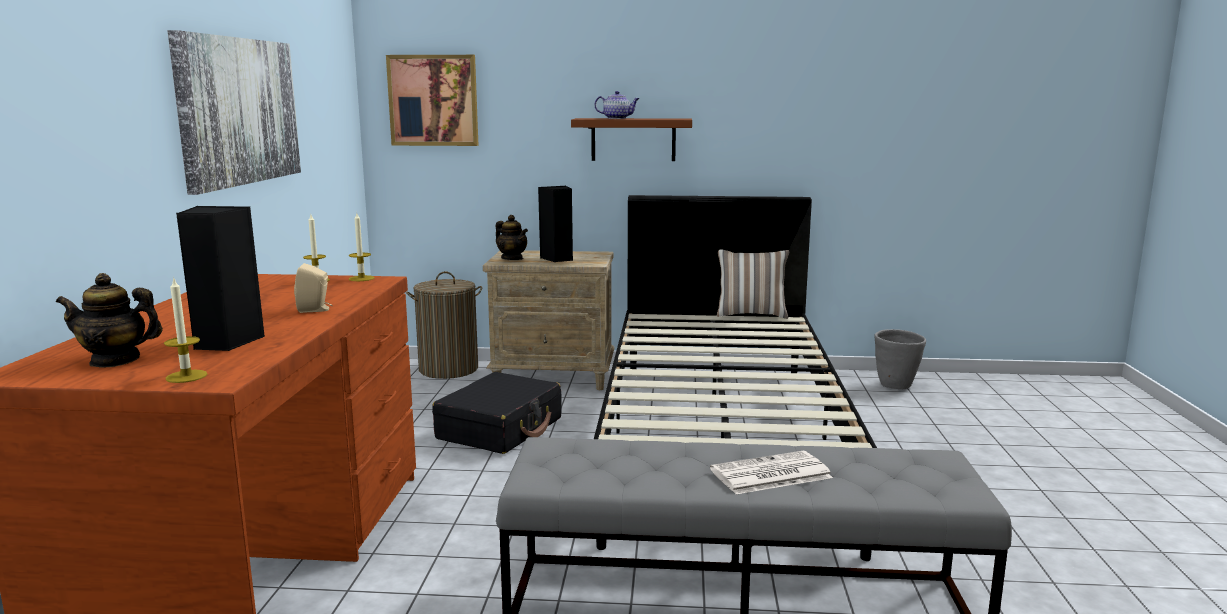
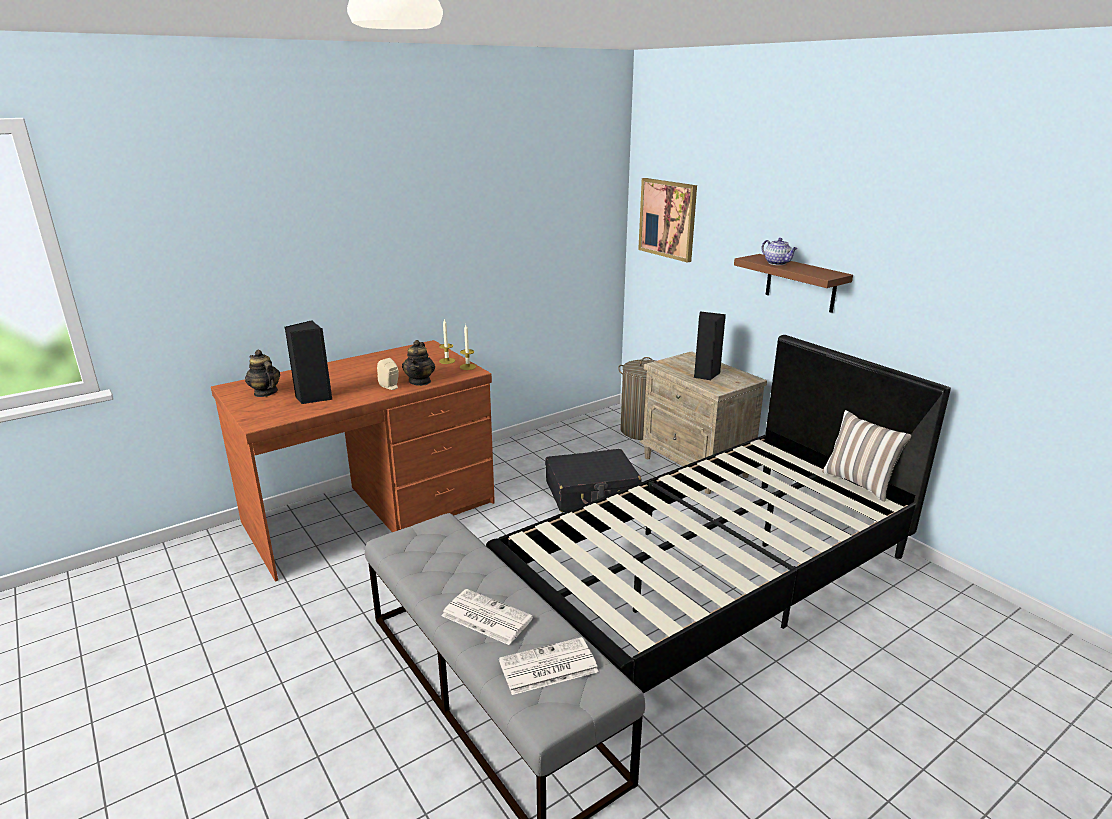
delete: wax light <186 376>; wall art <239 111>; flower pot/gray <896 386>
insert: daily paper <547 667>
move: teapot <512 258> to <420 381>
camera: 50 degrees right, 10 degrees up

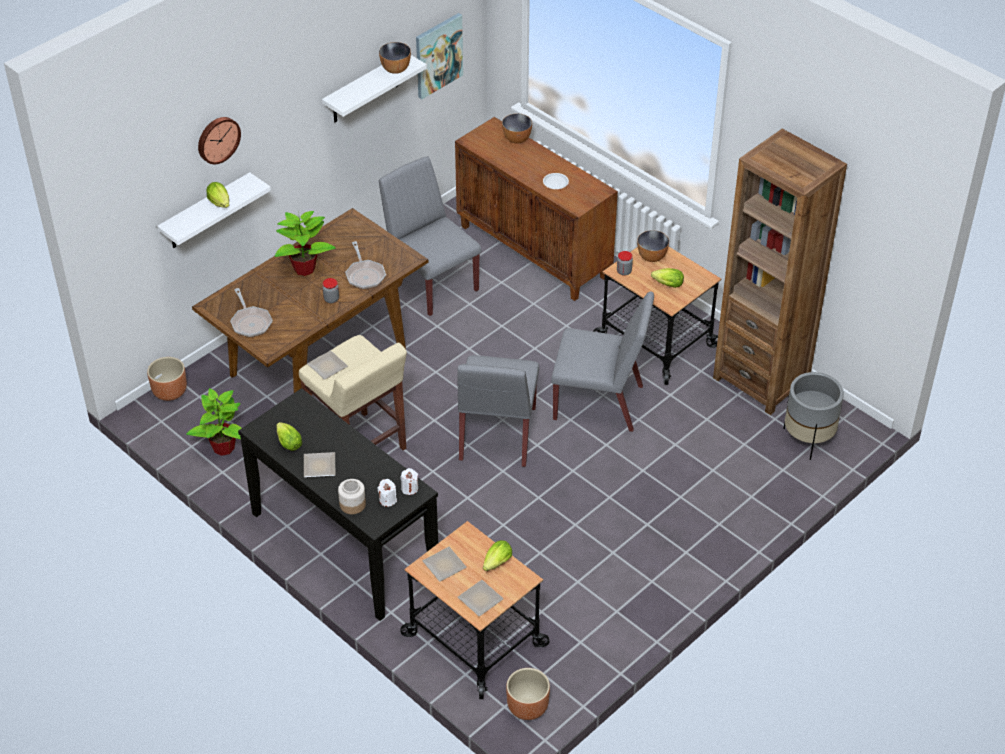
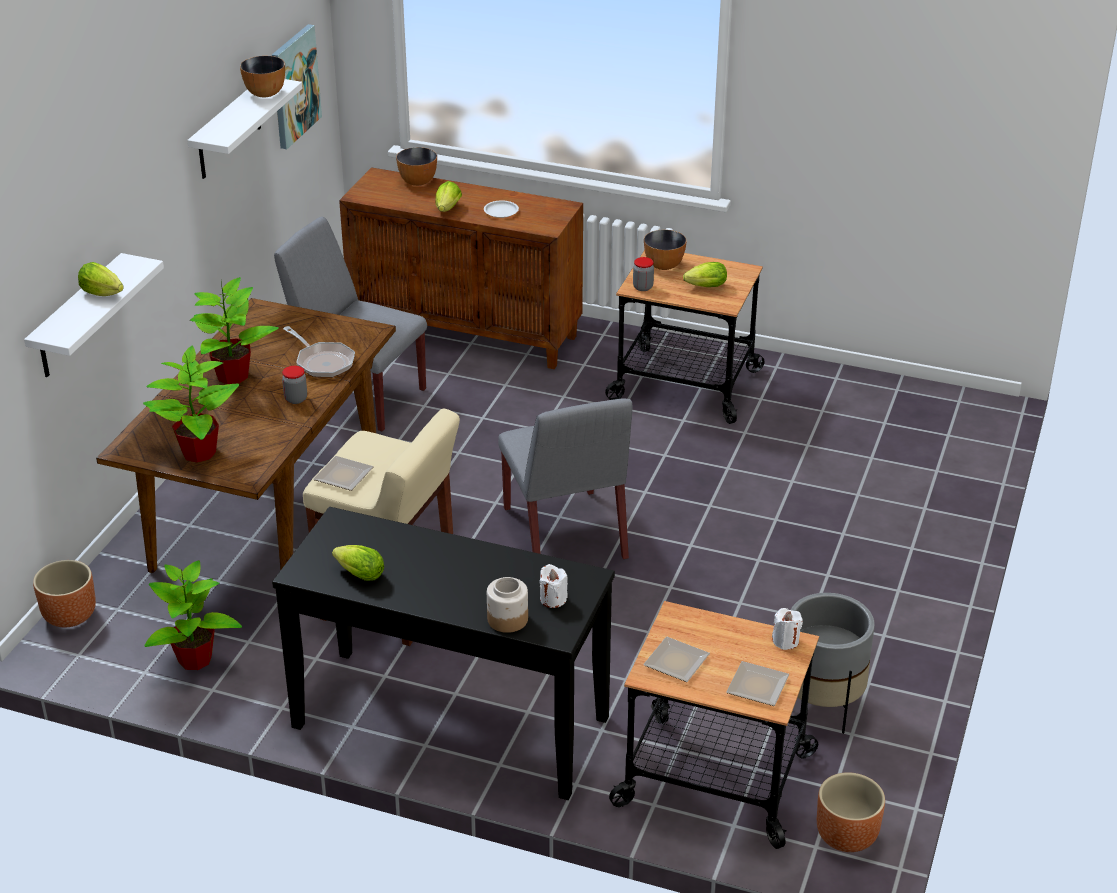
delete: clock on the wall <217 139>; dinner plate <318 465>; plain chair/gray <599 403>; bookcase/brownish <761 380>
move: wax light/white <409 488> to <785 641>; lettuce head <496 564> to <447 210>; flower pot/gray <808 439> to <821 704>
replace: frying pan <250 322> to plant in a pot <198 453>
camera: 25 degrees left, 10 degrees down

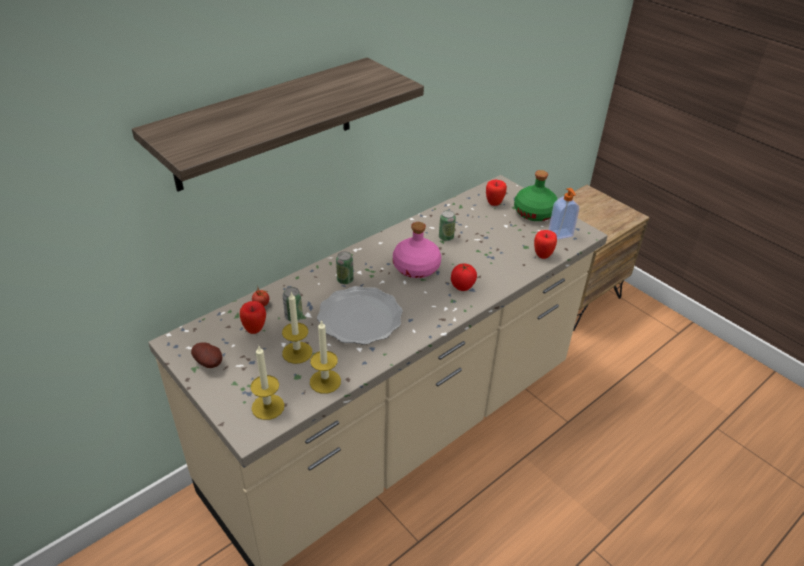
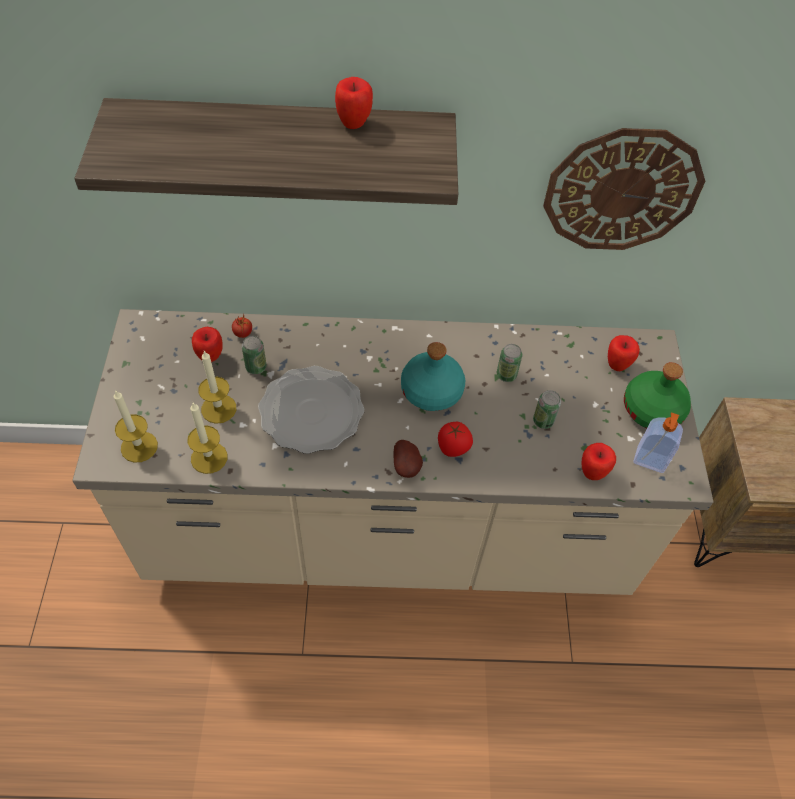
insert: whole apple <354 123>; clock on the wall <622 191>
move: whole potato <210 363> to <407 466>; can <345 280> to <543 421>
recolor: drink bottle/pink <416 268> to drink bottle/blue-green <431 391>
camera: 40 degrees right, 15 degrees up

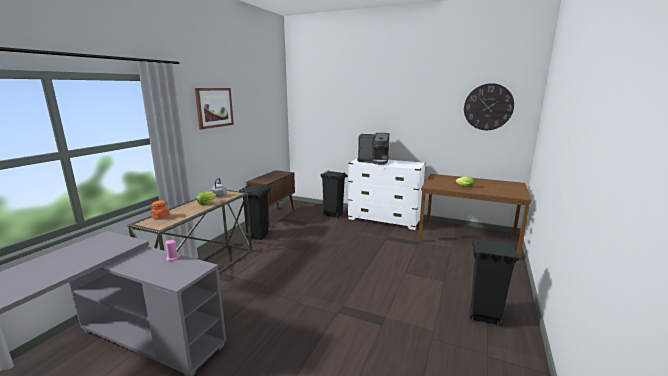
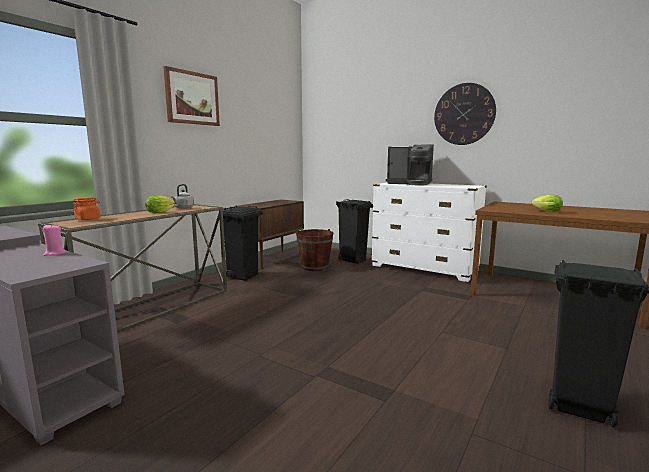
insert: pail/brownish <315 267>
move: clock on the wall <488 107> to <464 114>
camera: 10 degrees right, 5 degrees down

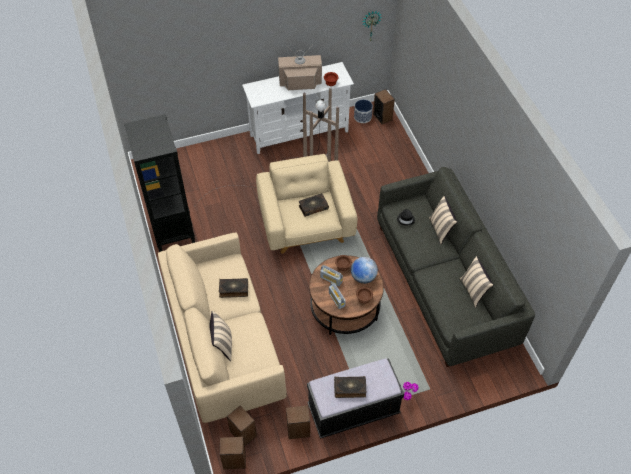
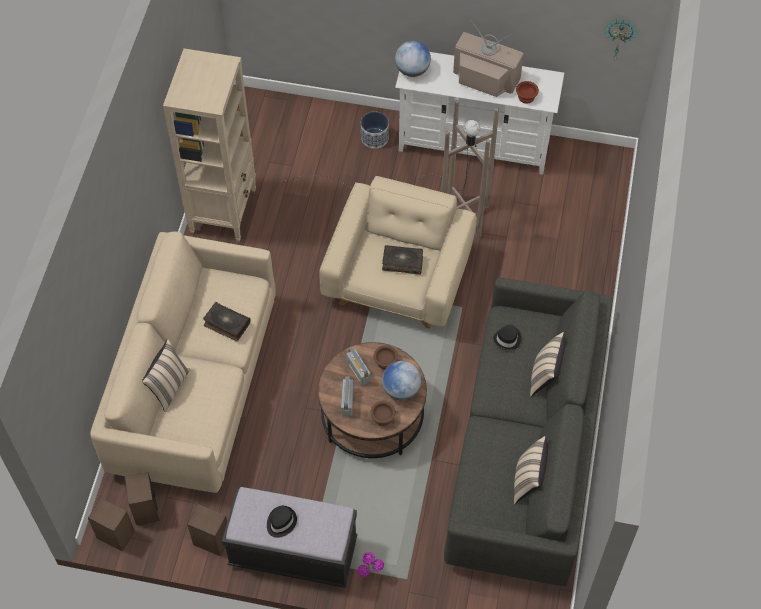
delete: speaker <382 117>
insert: globe <412 70>
move: flower pot <362 117> to <374 138>
replace: book <350 389> to hat/blackish <281 522>
recolor: bookcase/blackish <173 232> to bookcase/beige <223 210>
camera: 30 degrees right, 5 degrees up

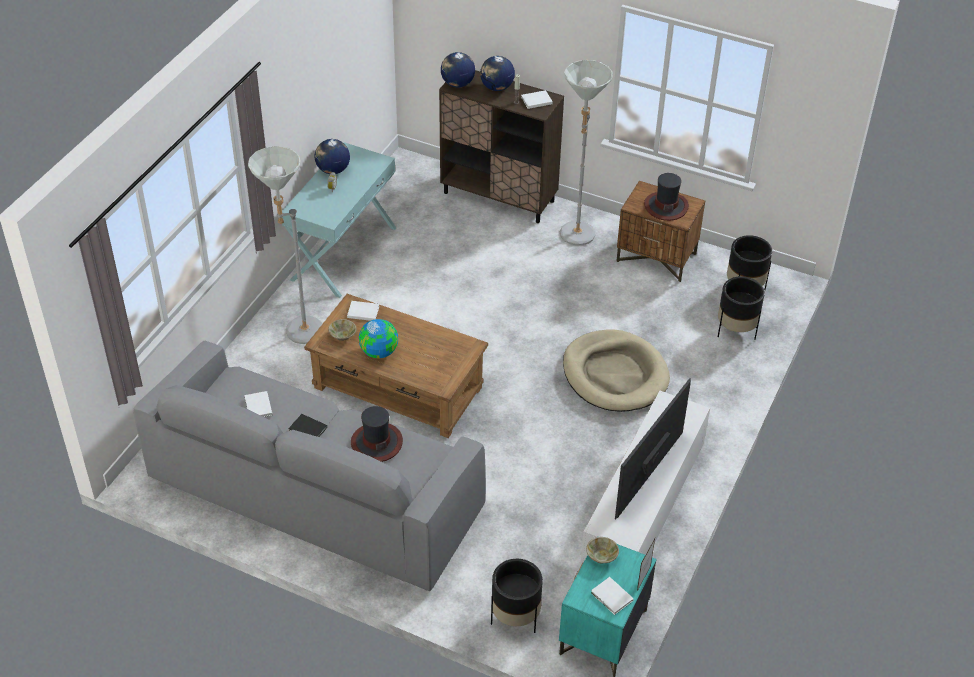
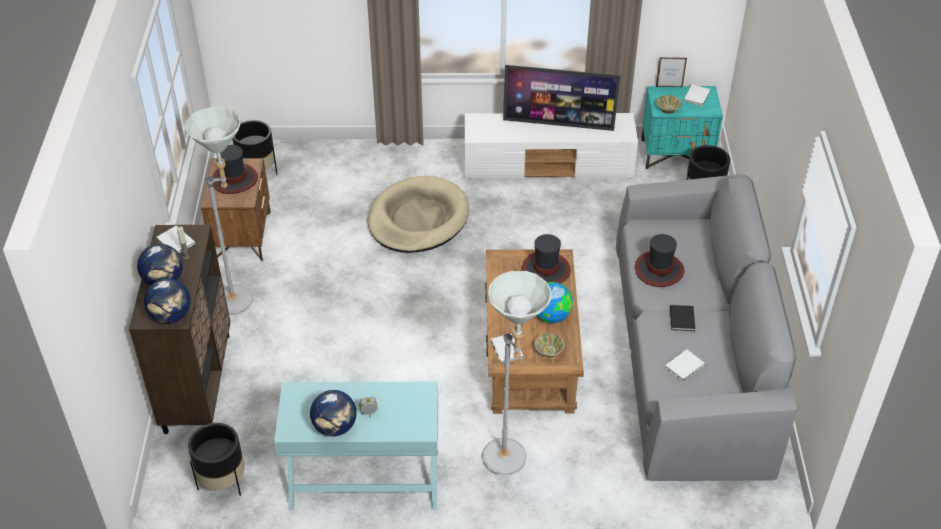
insert: hat <545 270>
move: flower pot/blackish <736 330> to <222 482>
camera: 115 degrees left, 0 degrees up

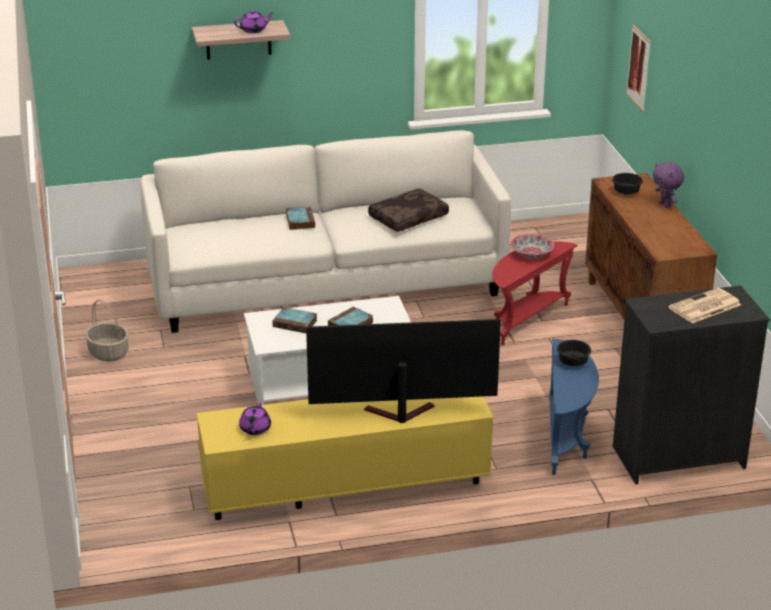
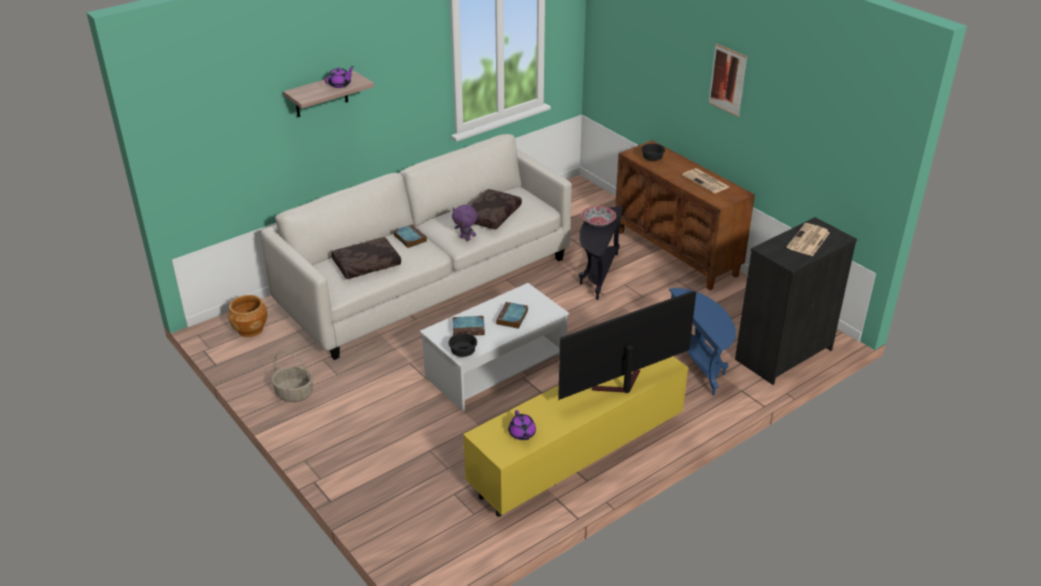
insert: flower pot/brownish <250 329>; throw pillow/brownish <366 265>; daily paper <706 181>
move: deep dish/blackish <571 362> to <462 353>; wall art <639 68> to <727 80>; plush toy/purple-coloured <665 205> to <465 238>
recolor: end table/red <525 320> to end table/blackish <597 274>
camera: 25 degrees left, 5 degrees up

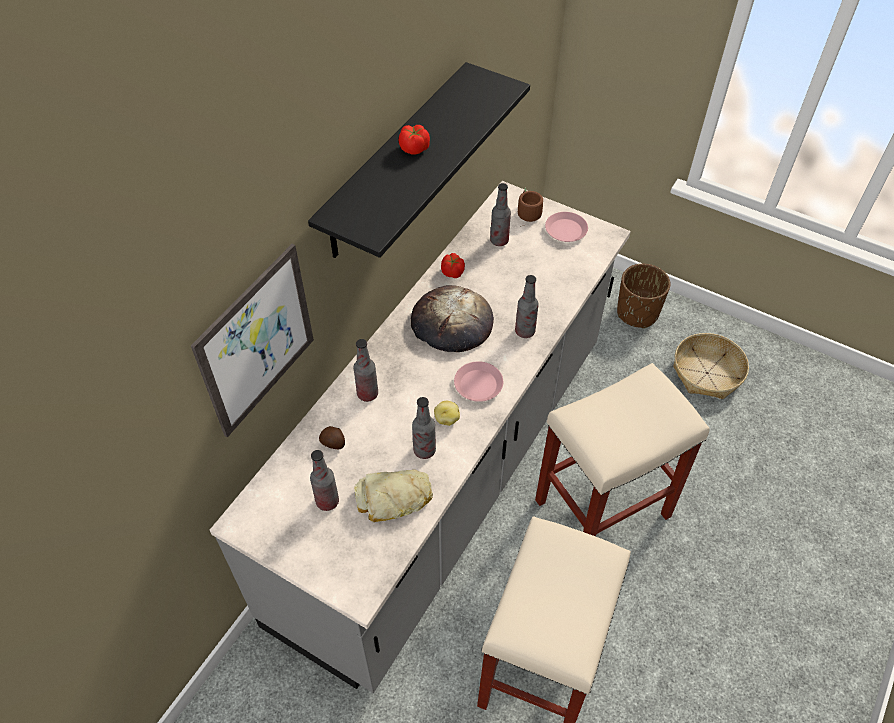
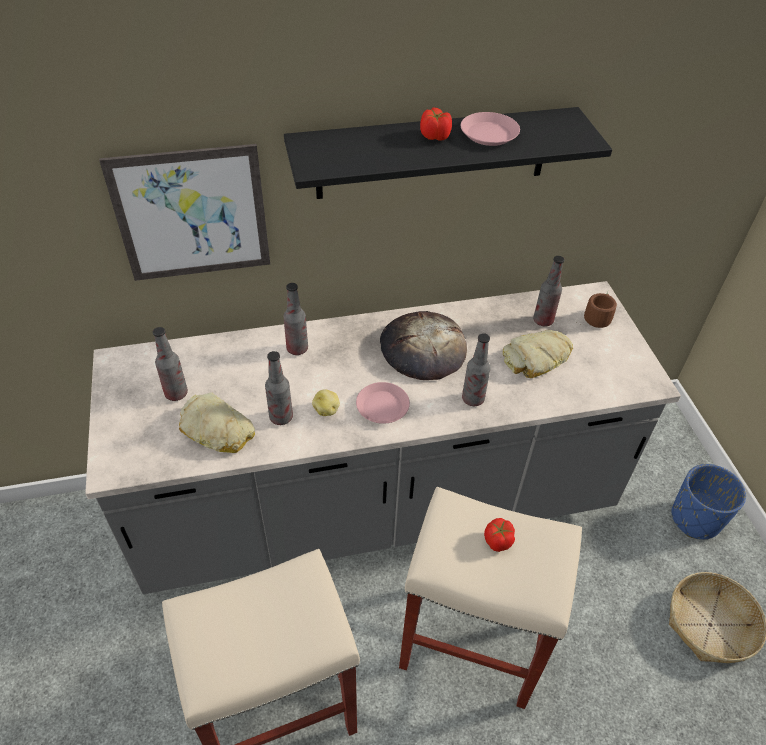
delete: whole potato <334 443>
insert: bread <537 358>
move: fresh tomato <452 272> to <498 541>; dinner plate/pink <566 230> to <489 134>
recolor: flower pot/brownish <637 313> to flower pot/bluish <694 518>
camera: 45 degrees right, 5 degrees down

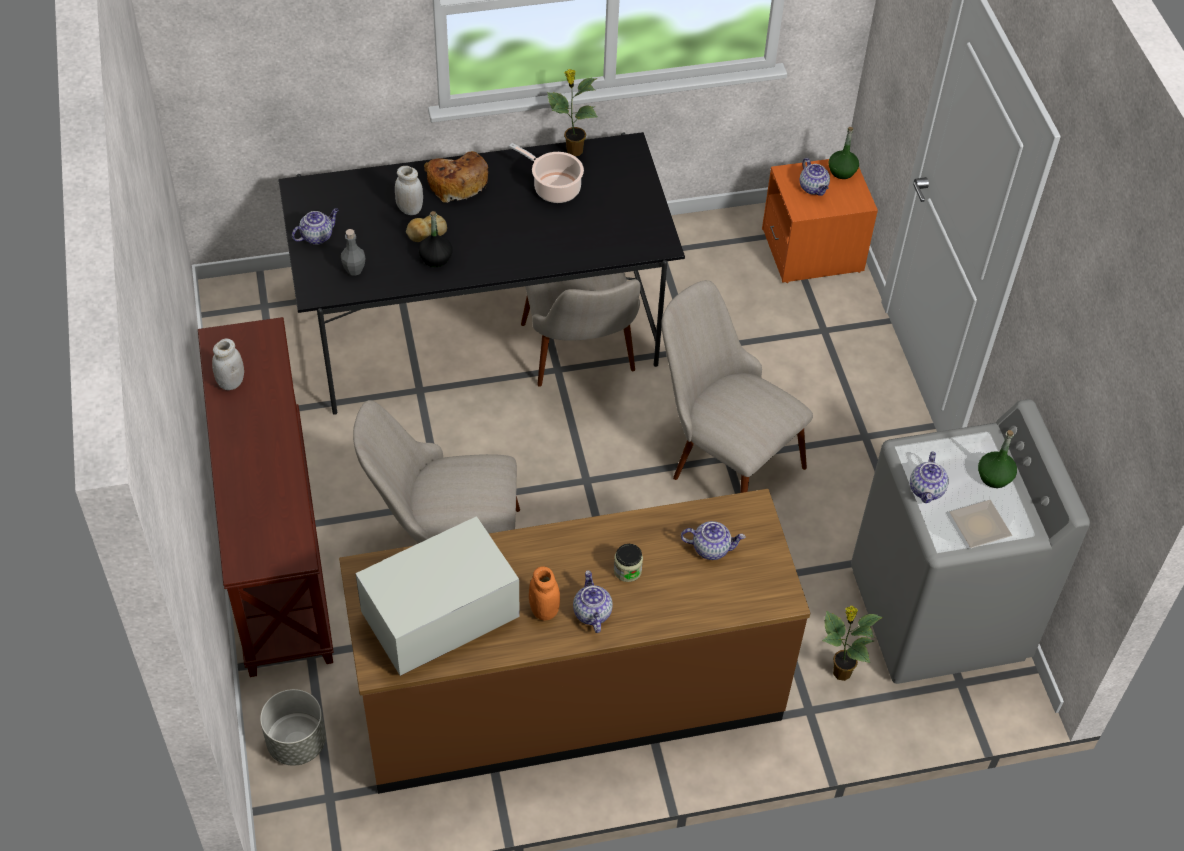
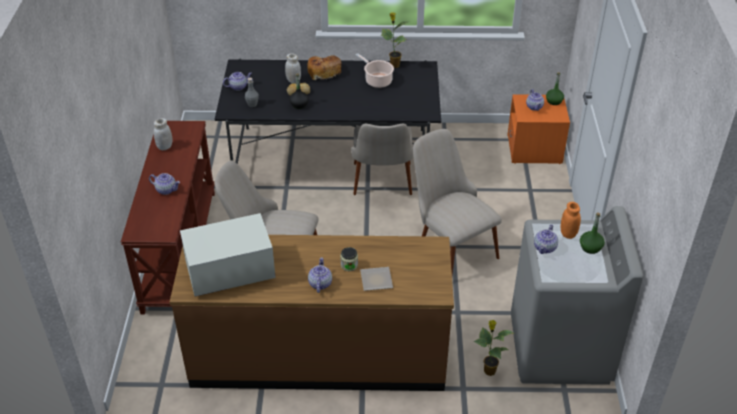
delete: flower pot/gray <296 743>
move: storage jar/orange-coloured <544 610> to <568 234>; teapot <711 548> to <166 190>; dinner plate <980 524> to <377 279>
camera: 15 degrees right, 10 degrees down

